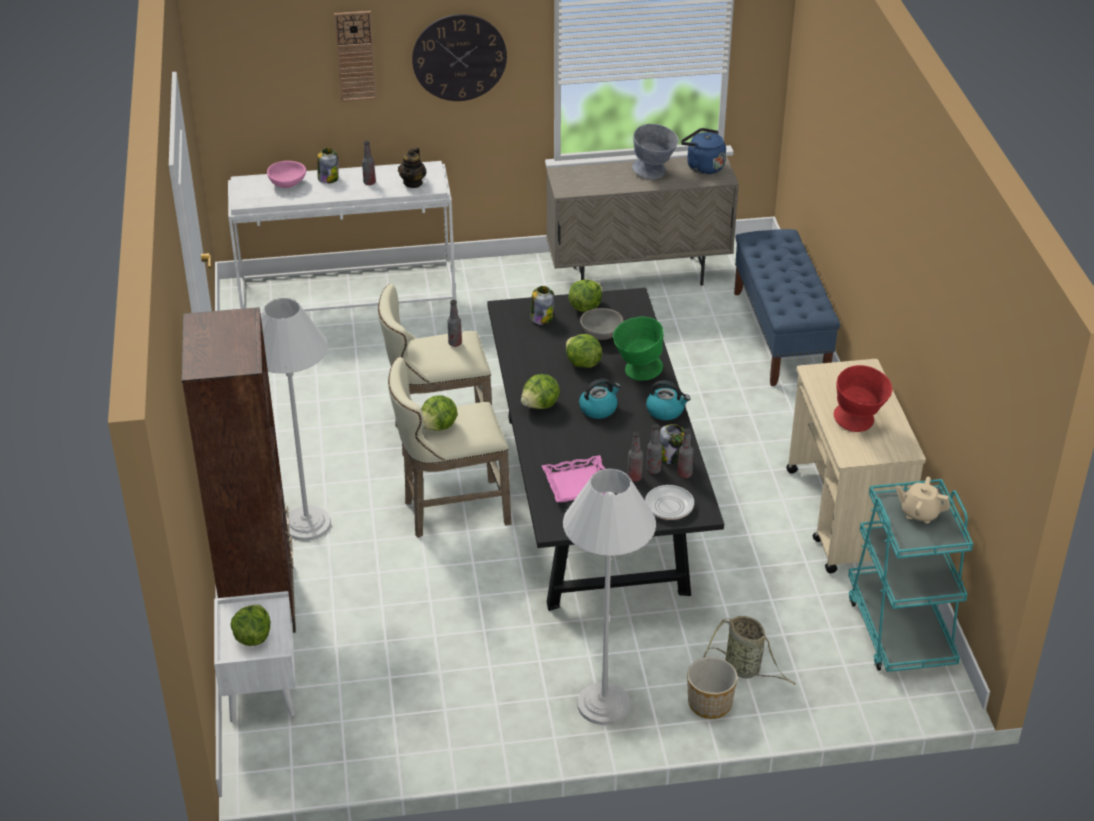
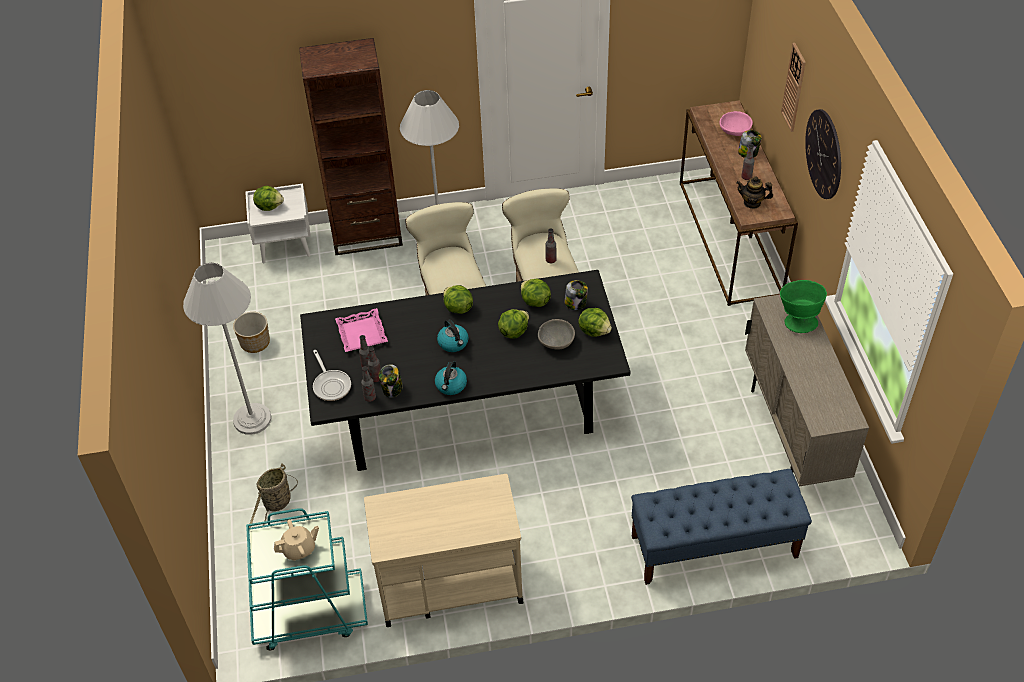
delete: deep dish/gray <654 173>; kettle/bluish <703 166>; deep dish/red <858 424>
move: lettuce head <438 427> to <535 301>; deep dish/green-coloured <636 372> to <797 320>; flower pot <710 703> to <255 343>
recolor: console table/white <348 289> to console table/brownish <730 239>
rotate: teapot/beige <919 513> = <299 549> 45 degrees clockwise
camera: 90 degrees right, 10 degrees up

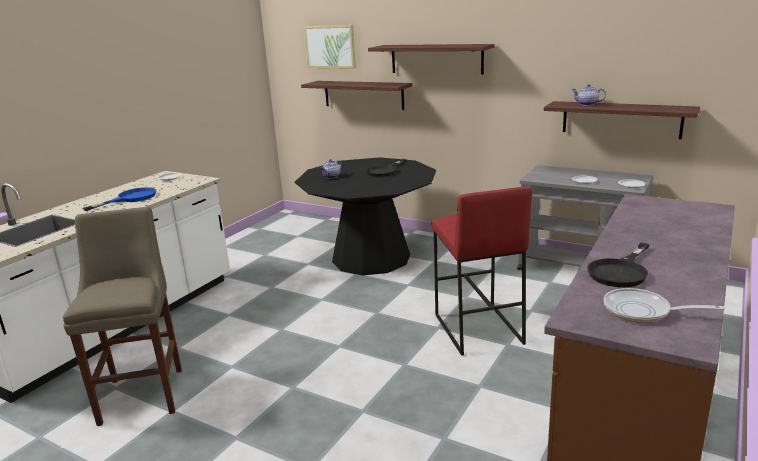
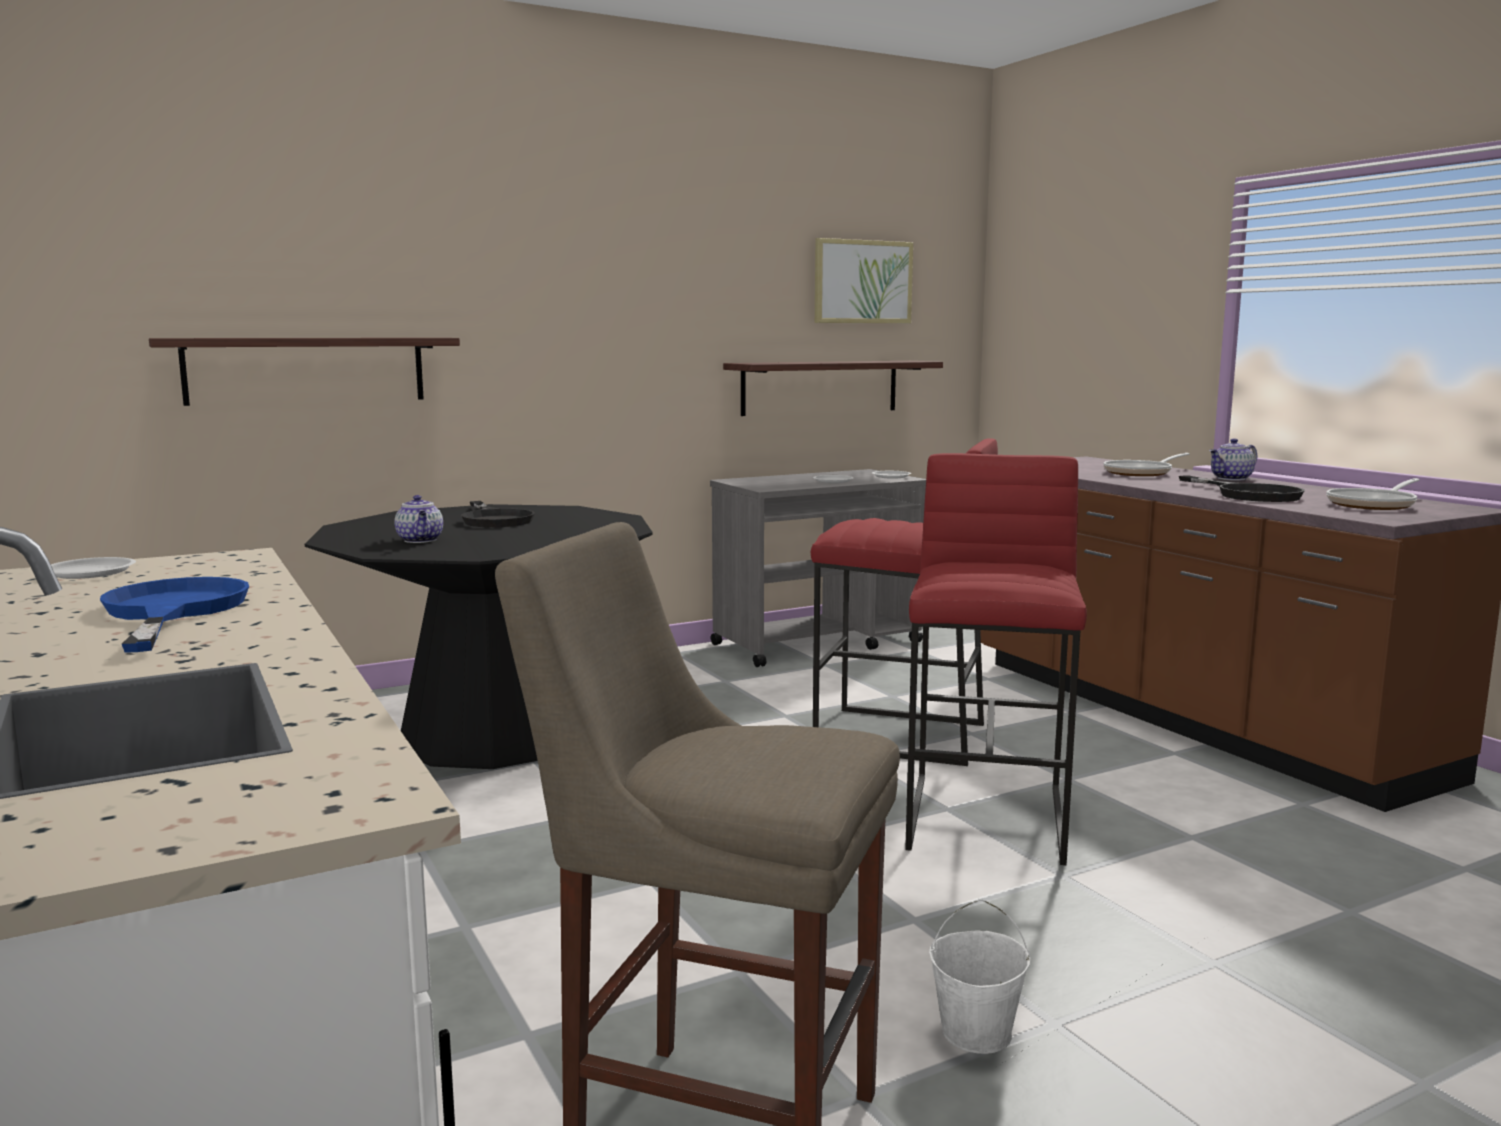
delete: wall shelf <436 59>
insert: stool/red <989 818>; pail/white <976 1032>; frying pan <1141 473>
move: wall art <330 46> to <862 282>; teapot <587 104> to <1232 479>
camera: 60 degrees left, 10 degrees down

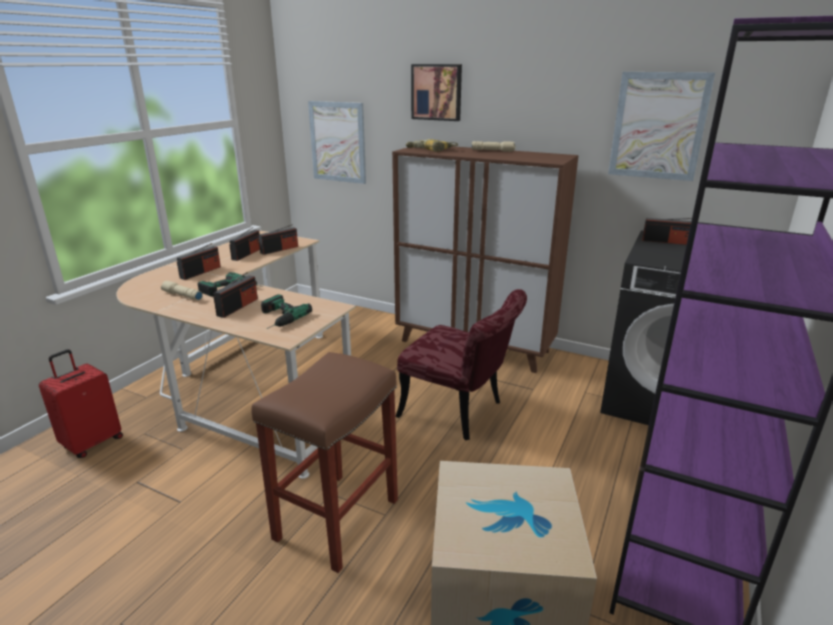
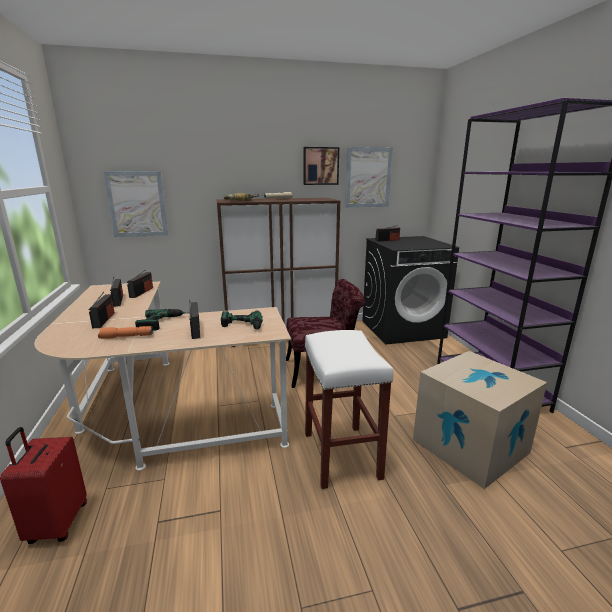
move: wall art <437 92> to <320 166>
recolor: flashlight/beige <182 296> to flashlight/orange-coloured <126 337>; stool/brownish <337 520> to stool/white <342 456>
camera: 40 degrees left, 5 degrees down

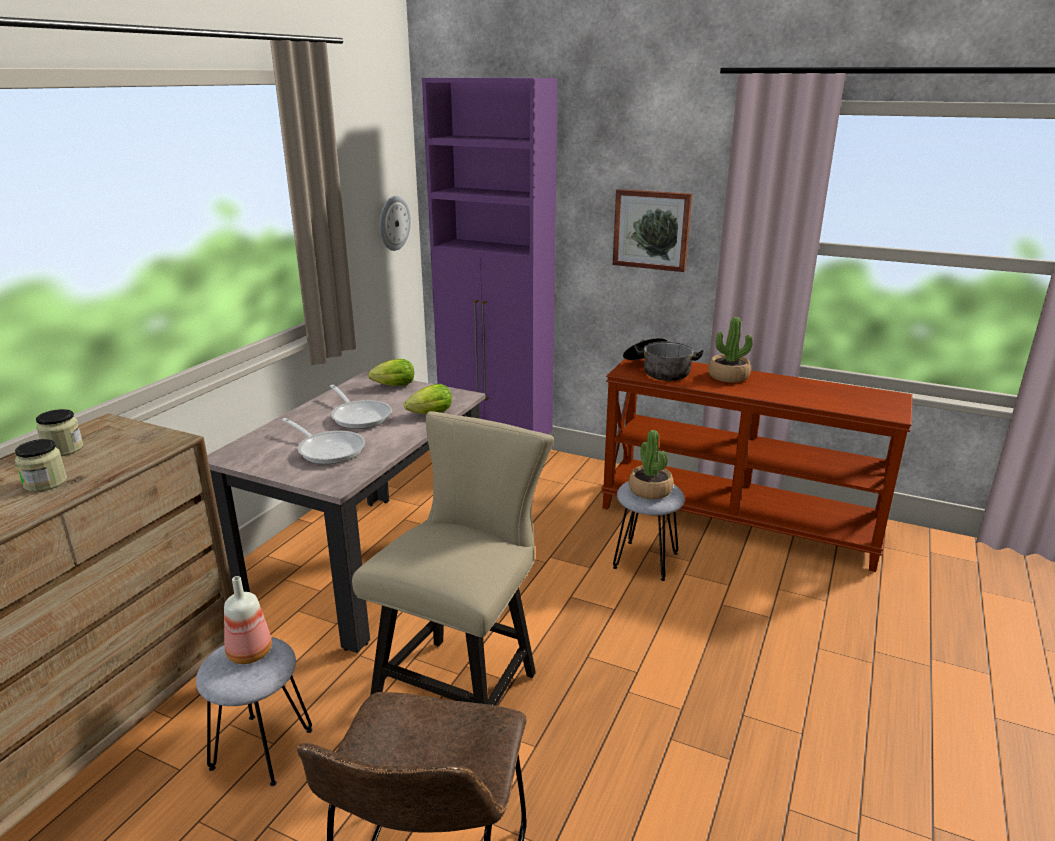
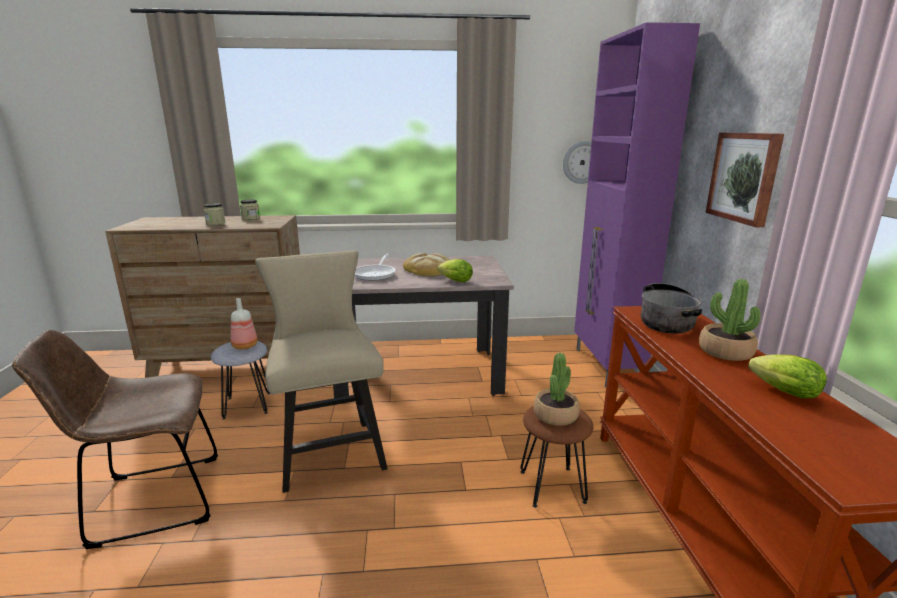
move: lettuce head <392 386> to <780 391>
replace: frying pan <360 416> to bread <428 269>
recolor: stool/gray <646 560> to stool/brownish <552 487>
rotate: plain chair/beige <464 685> = <329 449> 105 degrees counterclockwise
camera: 60 degrees right, 5 degrees down

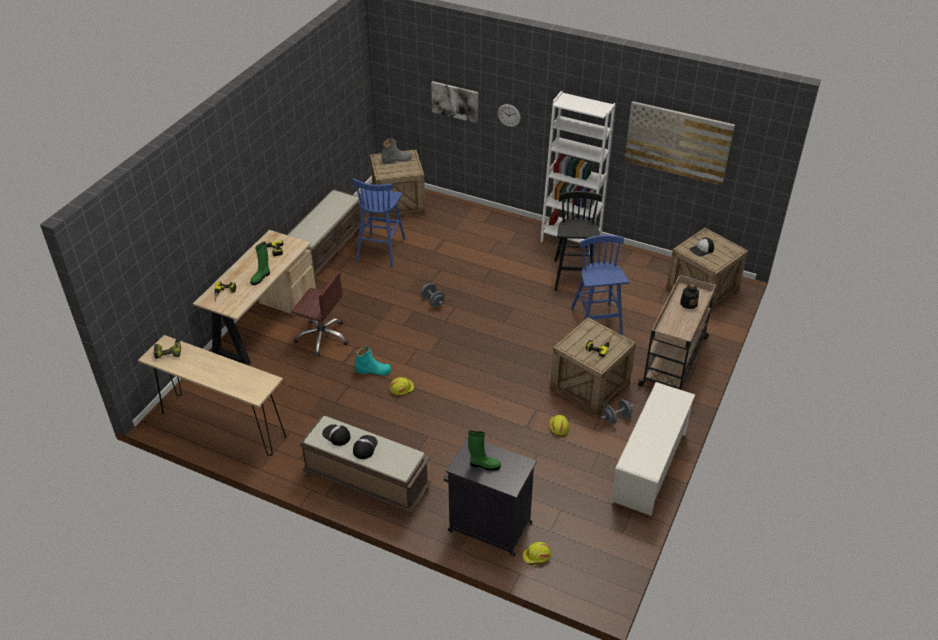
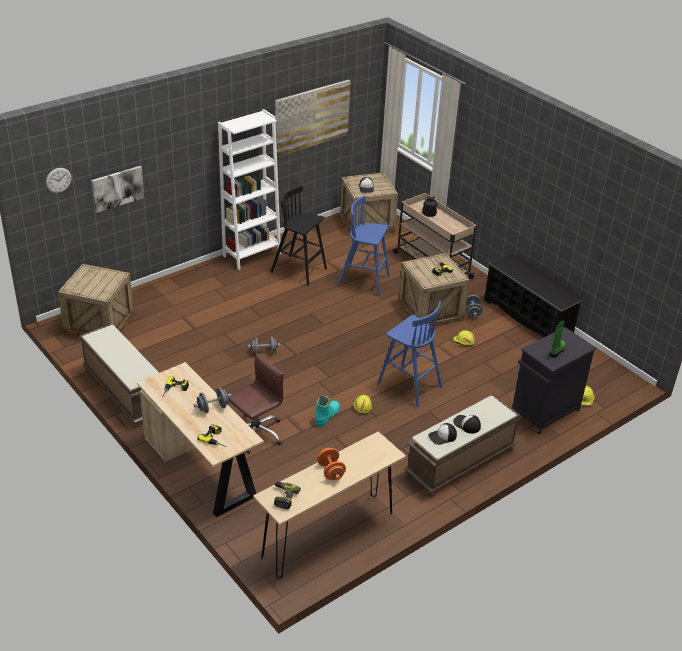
delete: boot/gray <396 159>
insert: free weight/orange-coloured <331 471>
move: stool/bluish <381 249> to <408 385>; clock on the wall <509 115> to <58 180>
replace: boot/green-coloured <261 277> to free weight/gray <213 408>
recolor: shoe stand/white <649 467> to shoe stand/blackish <528 317>
camera: 65 degrees left, 5 degrees down

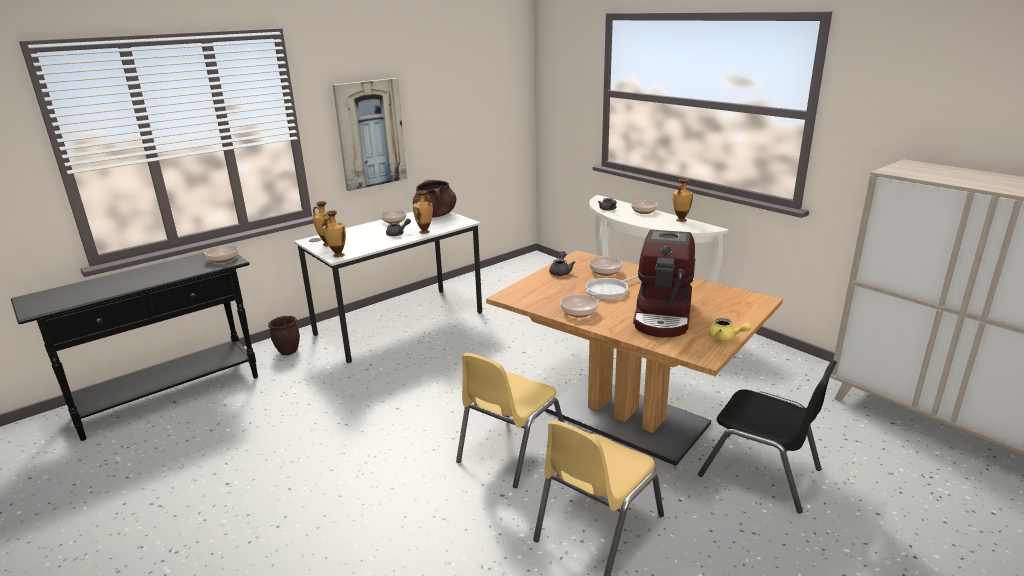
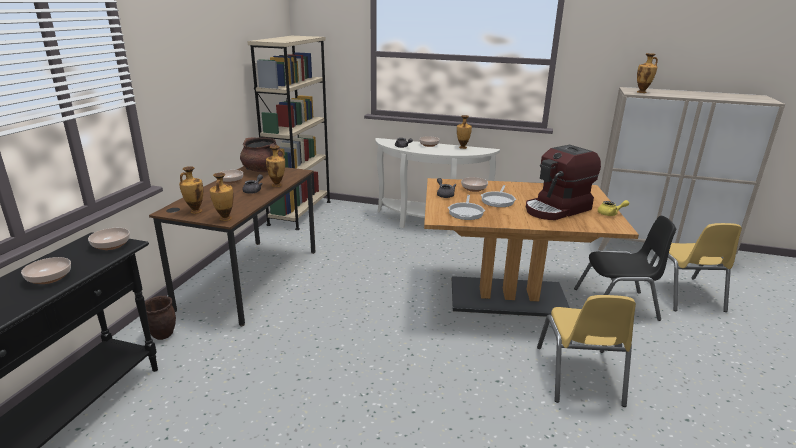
delete: wall art <370 134>
insert: bookcase/beige <300 213>; frying pan <466 212>; flower vase <642 92>
move: plain chair/yellowish <511 450> to <683 294>; deep dish <578 312> to <49 278>
recolor: desk/white <400 323> to desk/brownish <251 278>
rotate: coffee machine <663 316> = <557 209> 75 degrees clockwise
camera: 35 degrees left, 0 degrees up

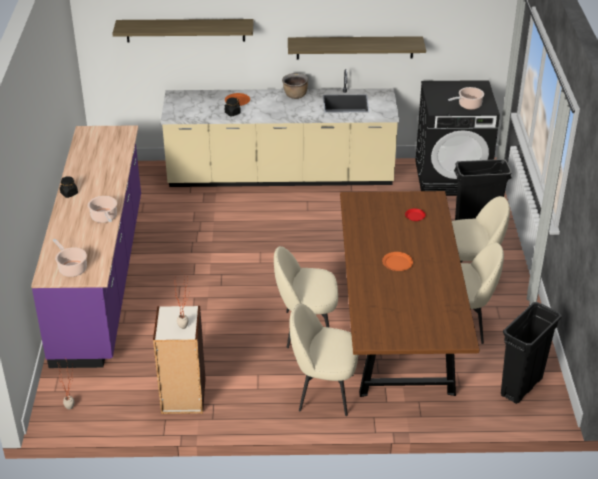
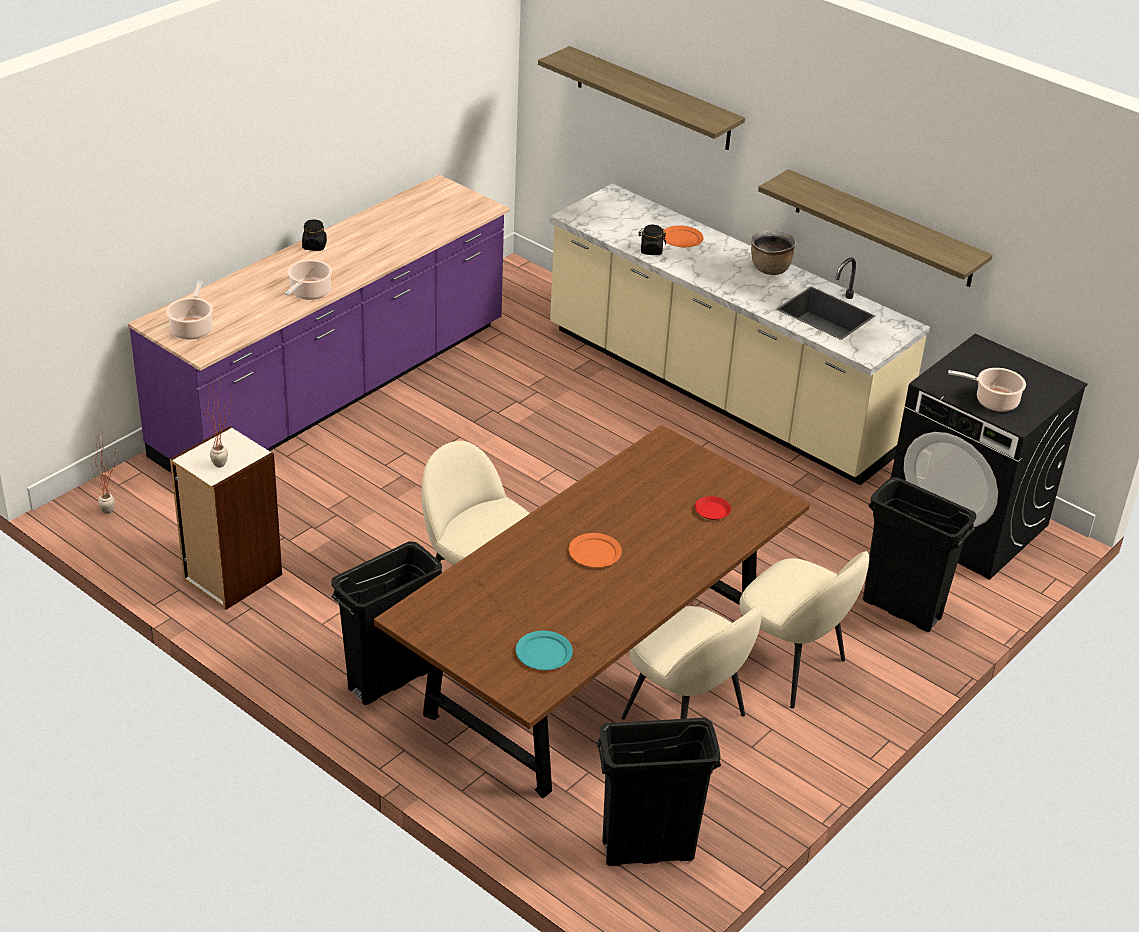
insert: dinner plate/blue-green <544 653>
replace: plain chair/beige <324 392> to rubbish bin/blackish <389 680>
camera: 40 degrees right, 0 degrees up

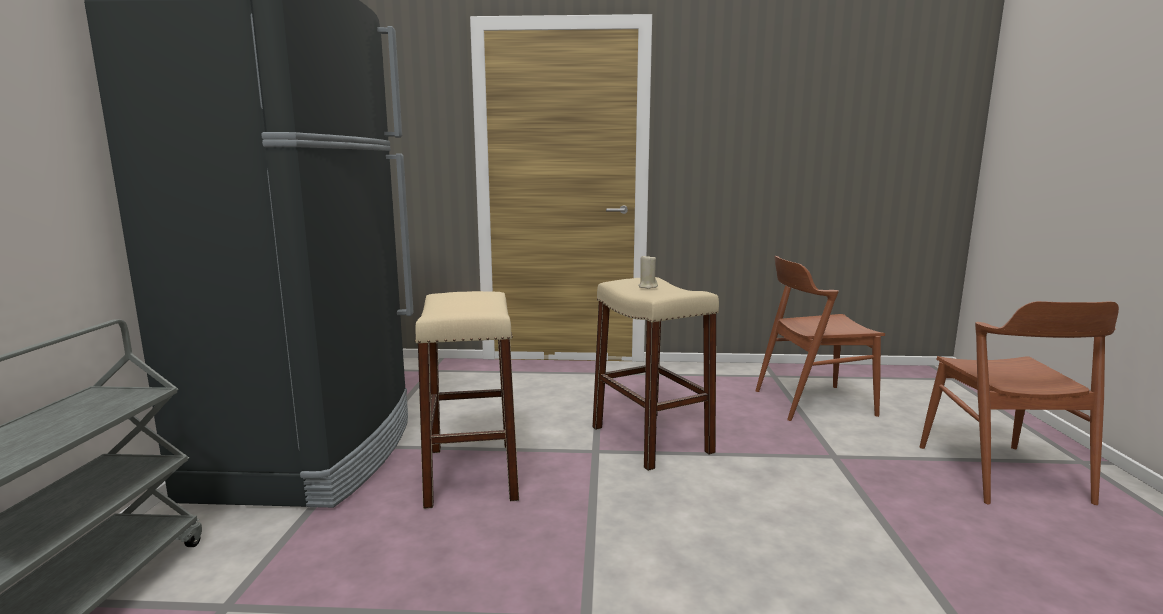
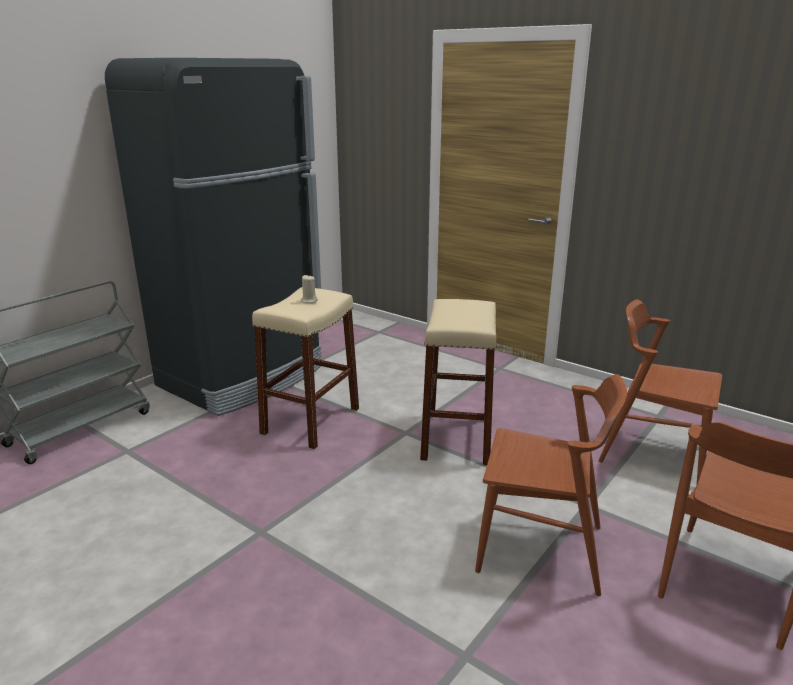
insert: plain chair/brownish <541 548>
move: wax light/beige <647 286> to <309 301>
camera: 35 degrees right, 10 degrees up

